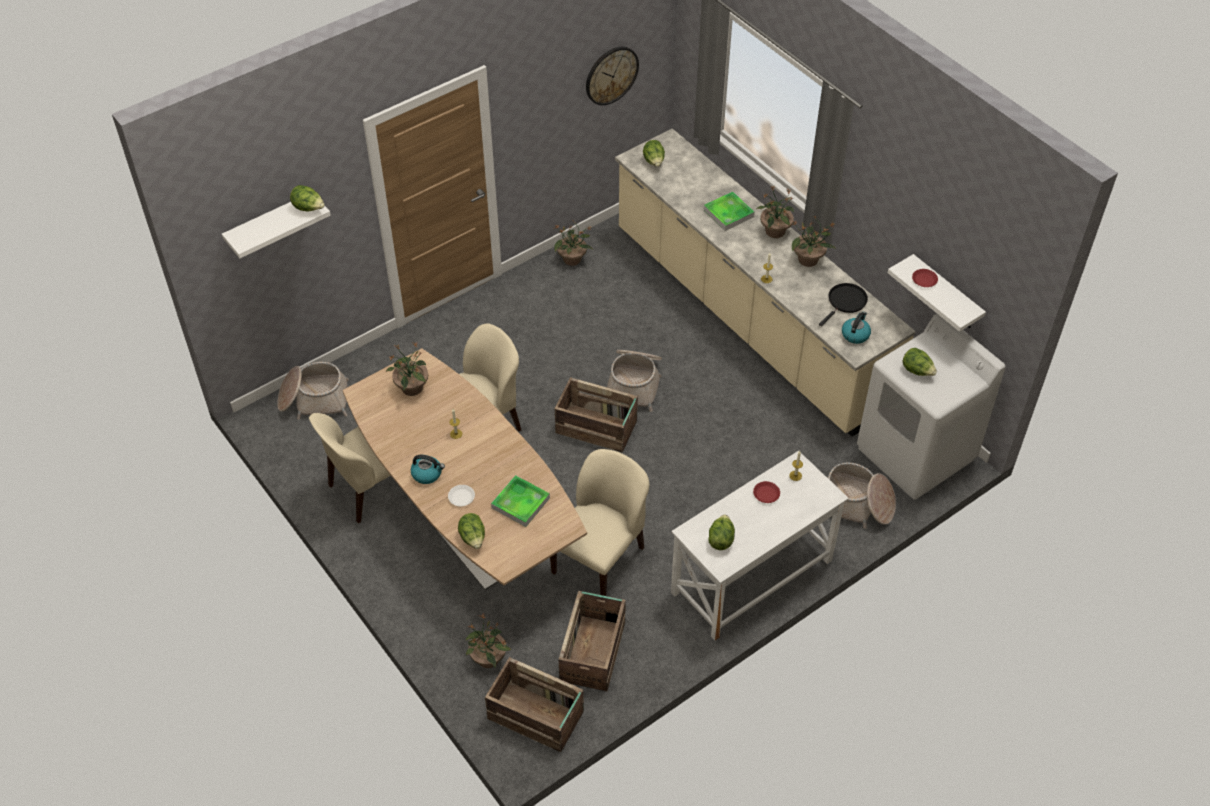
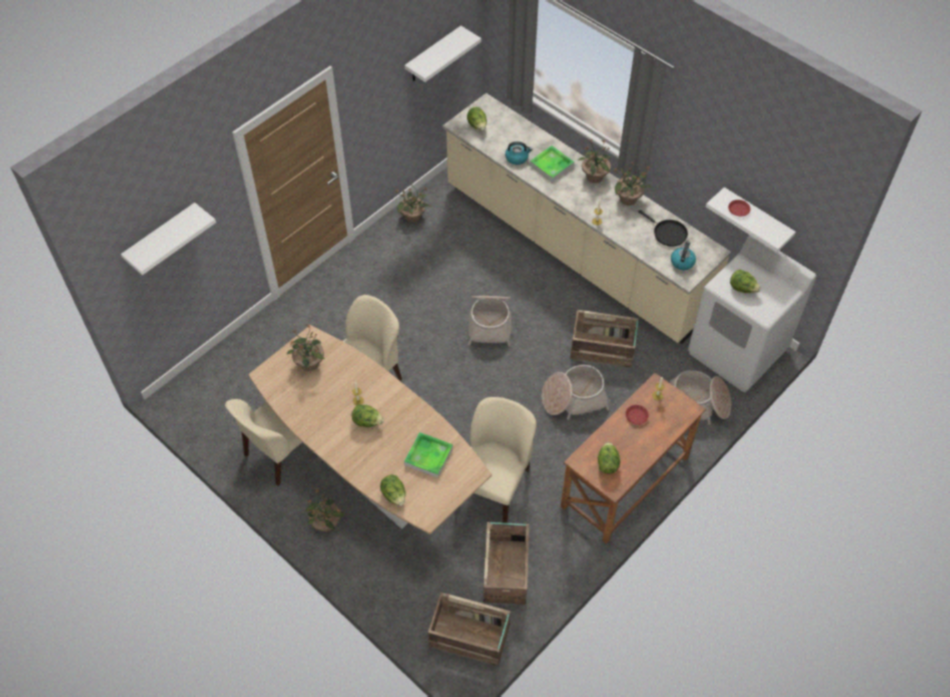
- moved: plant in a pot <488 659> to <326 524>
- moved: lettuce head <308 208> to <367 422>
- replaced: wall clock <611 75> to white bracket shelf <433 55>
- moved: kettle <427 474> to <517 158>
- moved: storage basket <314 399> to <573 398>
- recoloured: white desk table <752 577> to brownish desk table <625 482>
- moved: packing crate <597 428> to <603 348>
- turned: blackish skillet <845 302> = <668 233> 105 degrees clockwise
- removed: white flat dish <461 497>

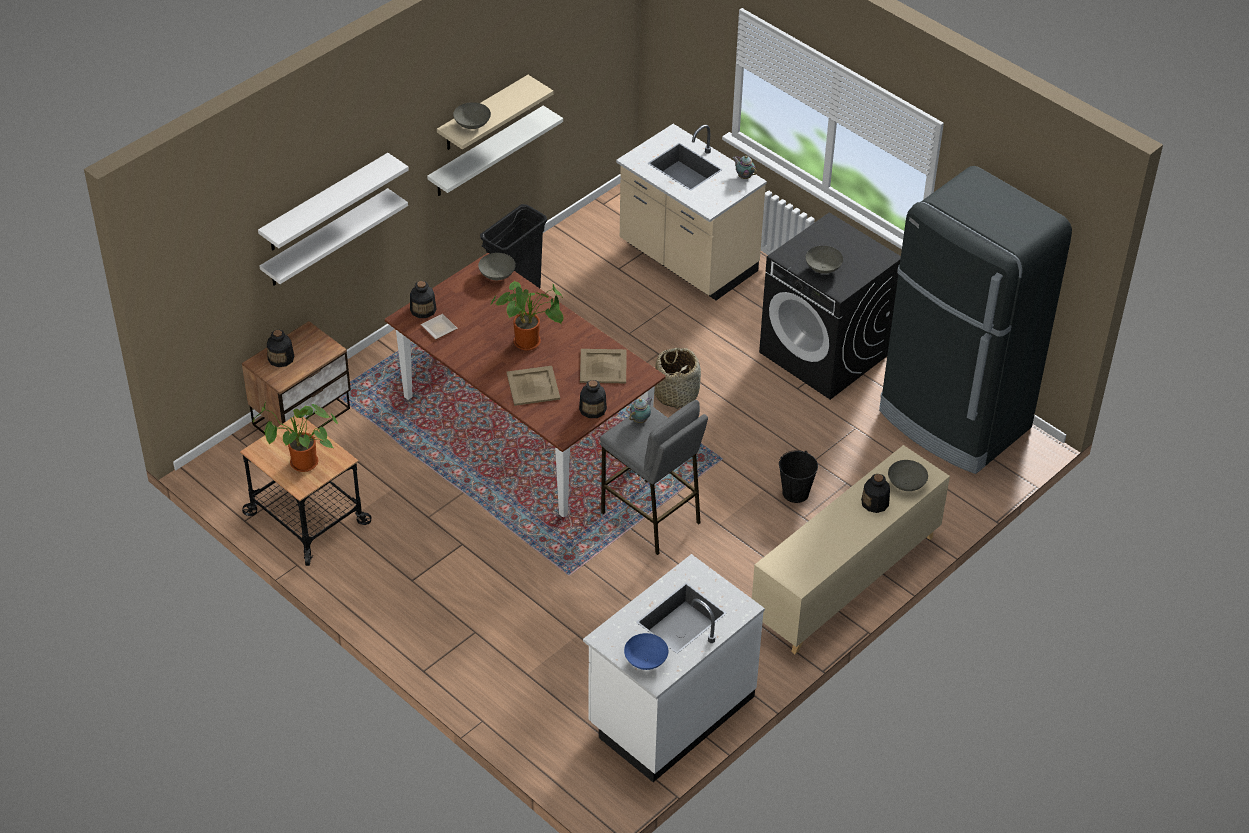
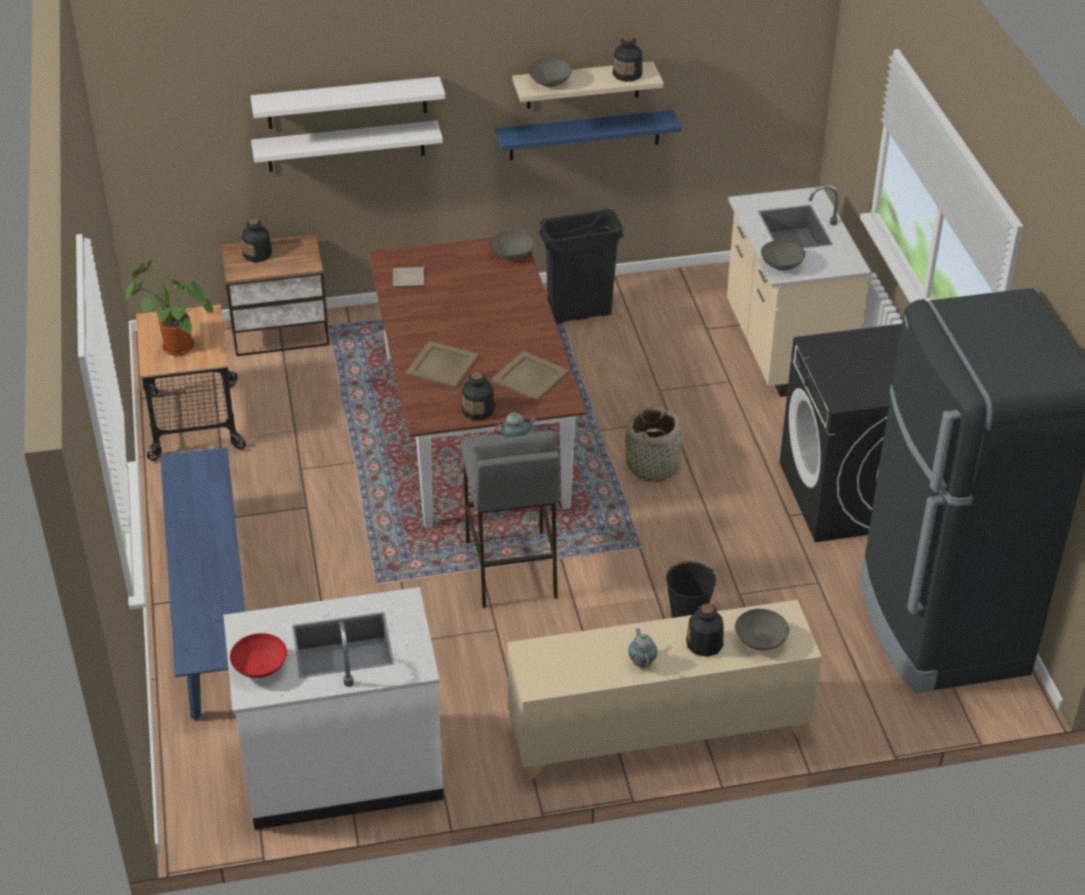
- added: bluish indoor bench <212 610>
- recoloured: bluish serving bowl <645 661> to red-coloured serving bowl <259 668>
- recoloured: white bracket shelf <486 152> to bluish bracket shelf <584 135>
- moved: drink bottle <423 310> to <627 74>
- moved: teapot <744 176> to <642 662>
- moved: greyish serving bowl <822 268> to <781 266>
- removed: plant in a pot <530 342>

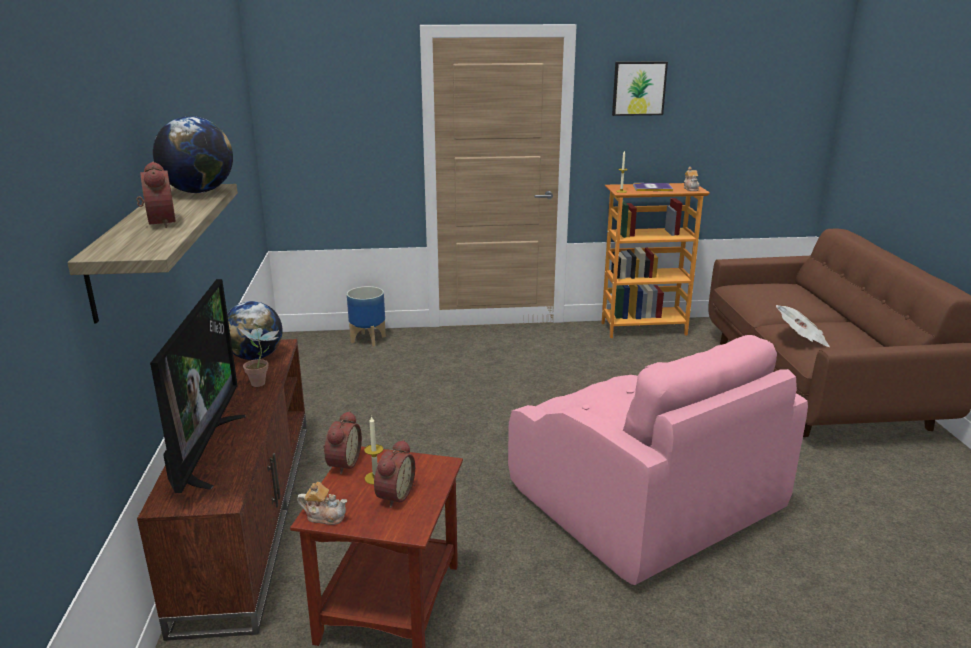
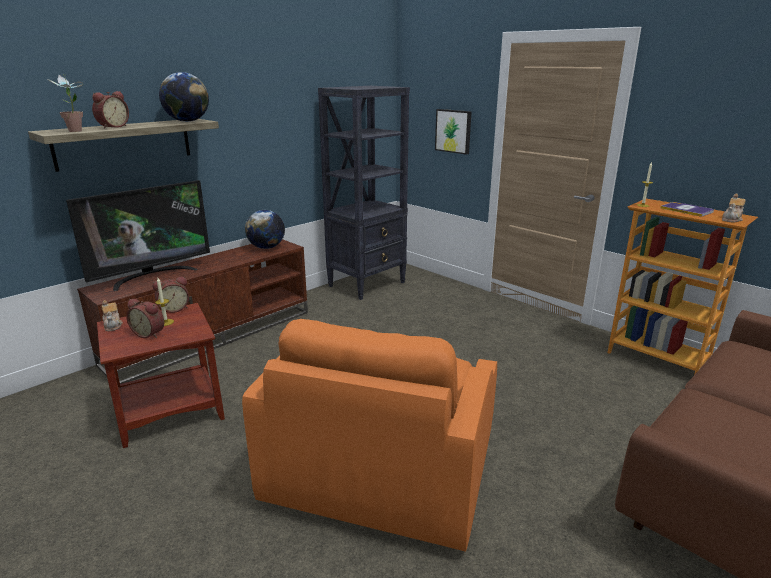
- moved: plant in a pot <263 383> to <76 131>
- turned: alarm clock <393 495> = <150 333> 45 degrees clockwise
- recoloured: pinkish lounge chair <639 500> to orange-coloured lounge chair <385 463>
- added: blackish bookcase <367 284>
- moved: picture <638 88> to <453 131>
- removed: planter <368 339>
- removed: newspaper <801 339>

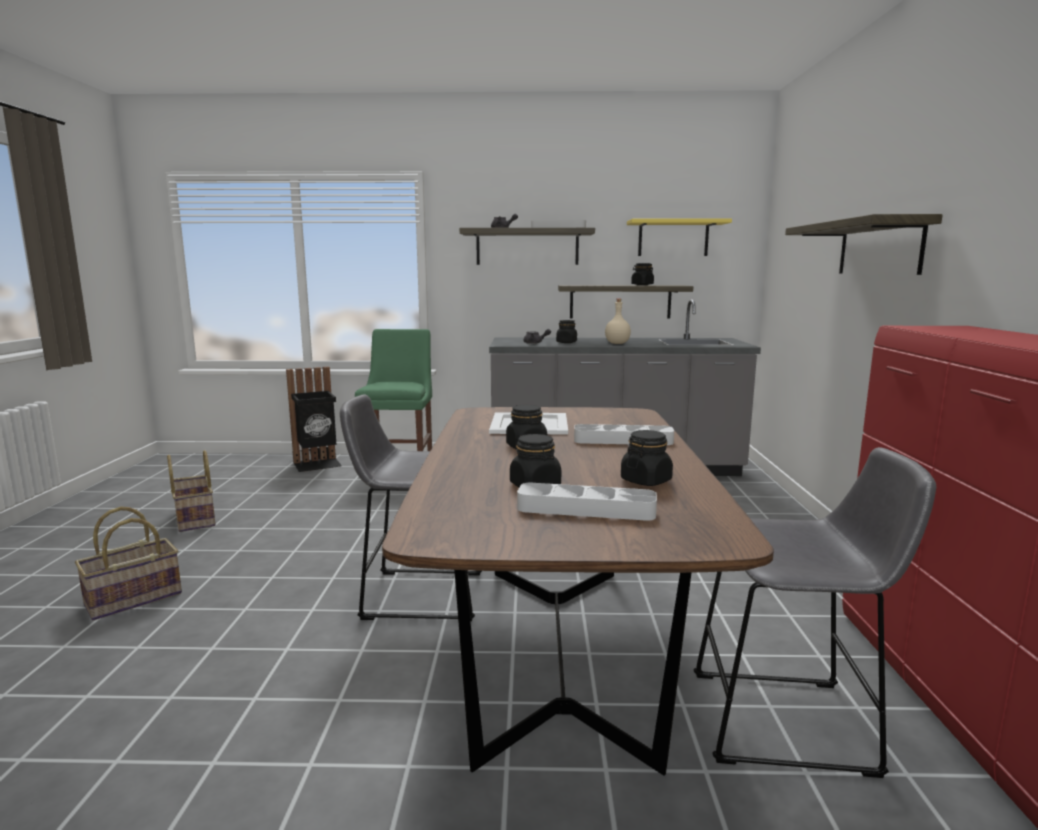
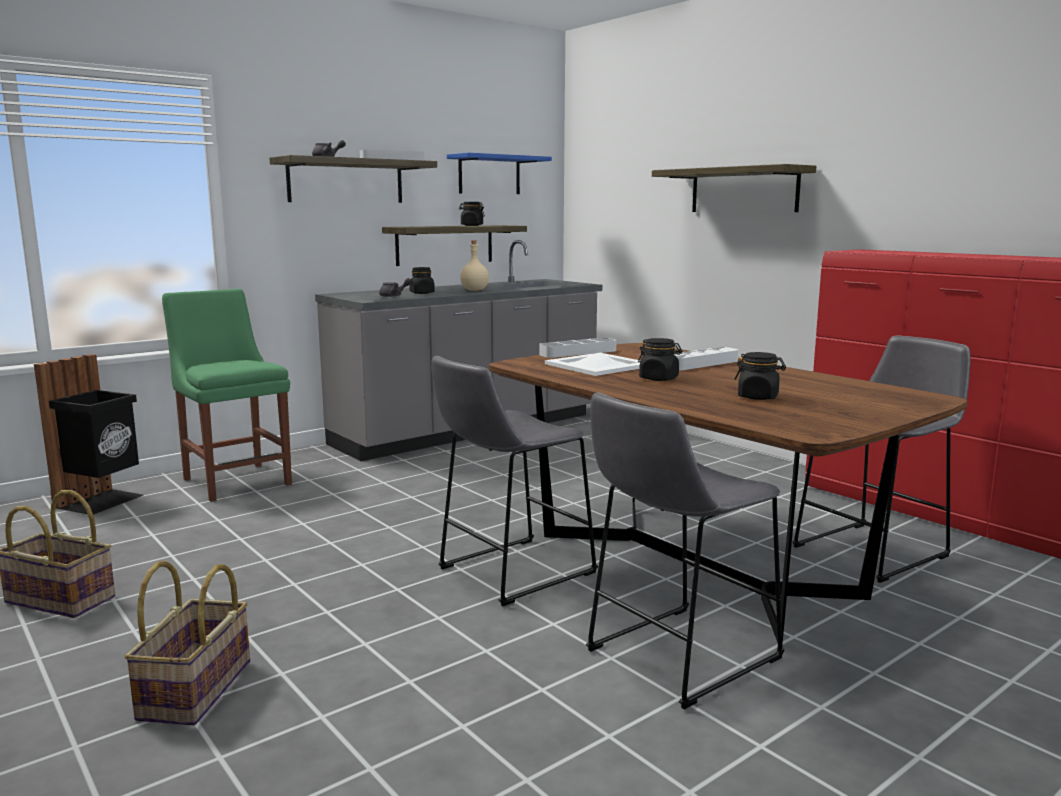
- recoloured: yellow bracket shelf <673 238> to bluish bracket shelf <489 175>
- moved: greyish carrying tray <586 509> to <578 352>
- added: greyish stool <675 657>
- removed: blackish jar <646 480>

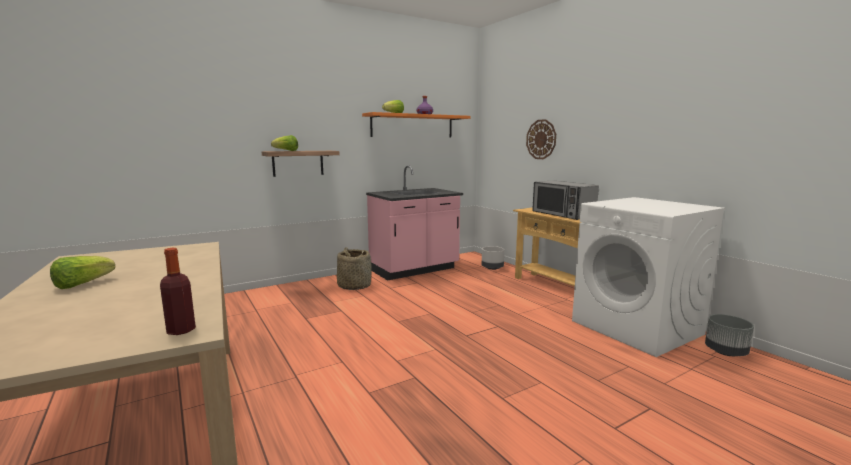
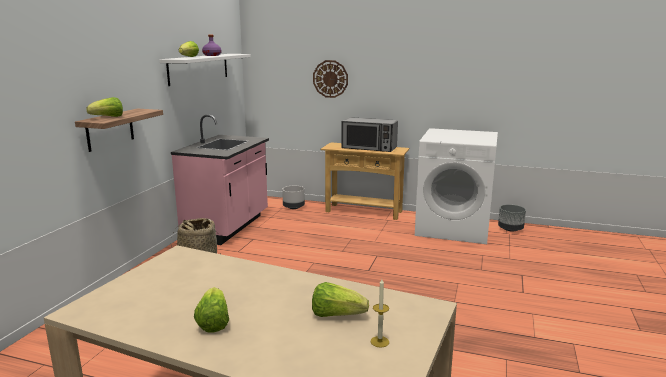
- recoloured: orange-coloured bracket shelf <412 126> to white bracket shelf <199 68>
- added: lettuce head <336 315>
- added: wax light <379 341>
- removed: drink bottle <181 330>

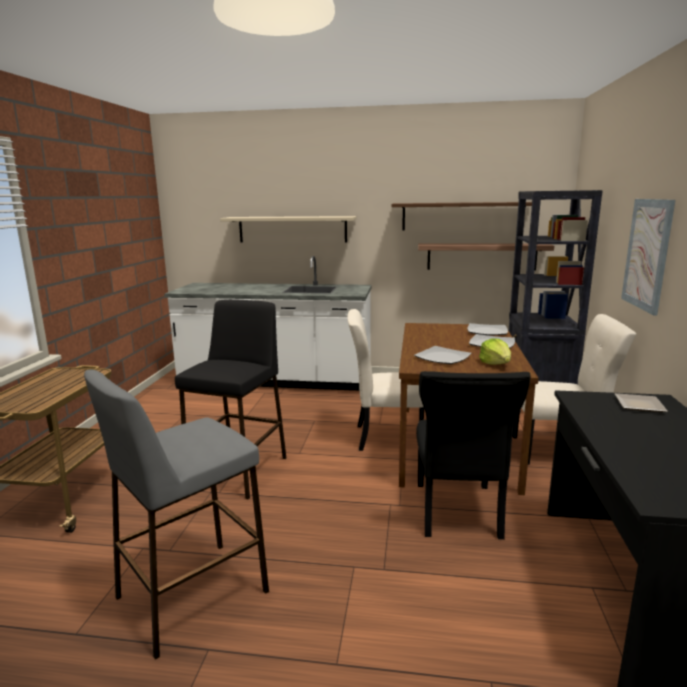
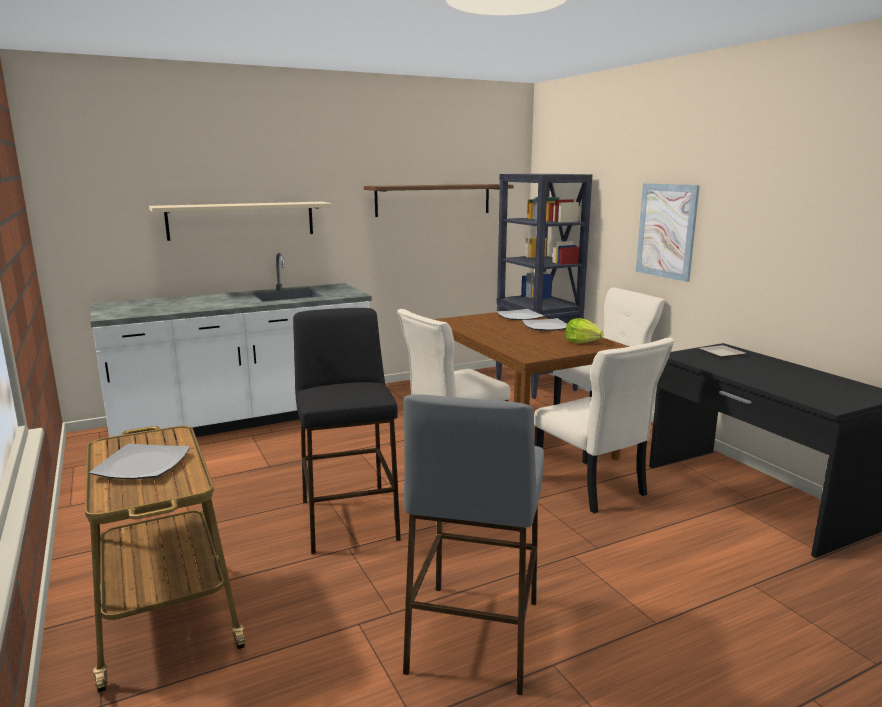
- moved: flat dish <442 357> to <142 464>
- recoloured: blackish plain chair <457 513> to beige plain chair <592 488>
- removed: bracket shelf <481 256>

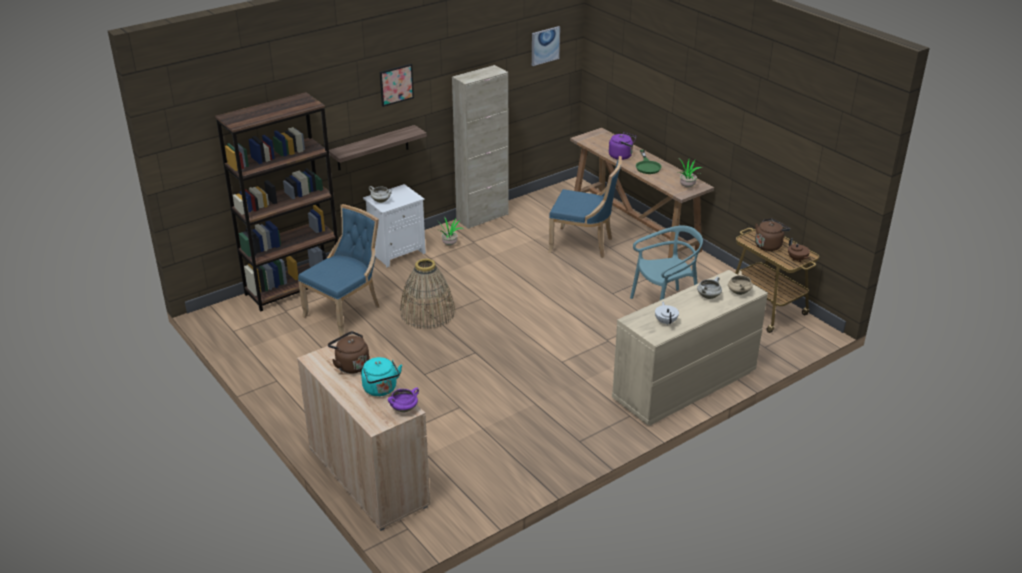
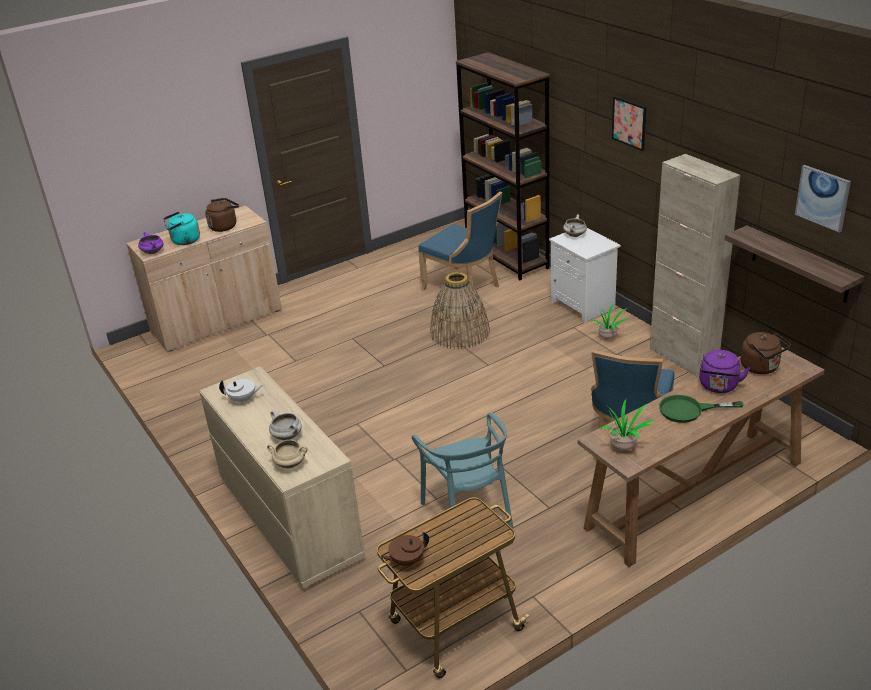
- moved: bracket shelf <373 148> to <800 264>
- moved: brownish kettle <769 245> to <761 367>

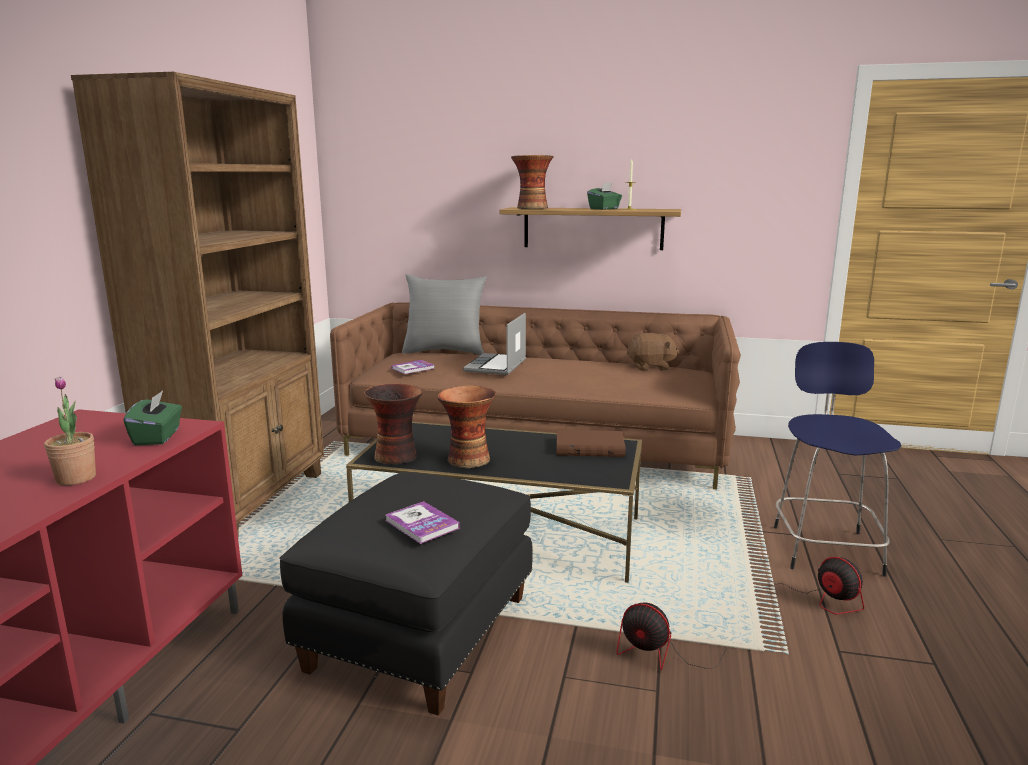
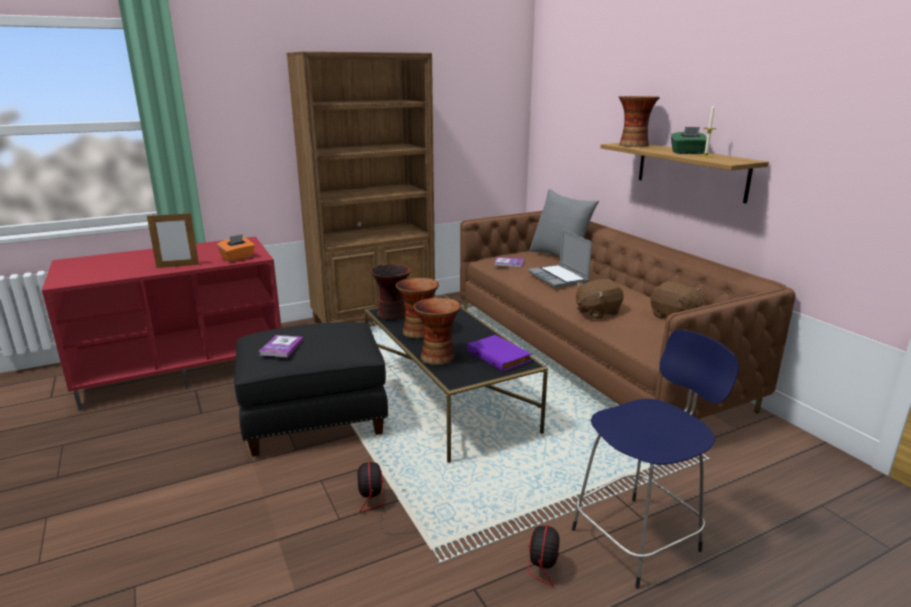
- replaced: plant in a pot <76 478> to picture frame <178 266>
- recoloured: green tissue holder <157 437> to orange-coloured tissue holder <238 258>
- added: vase <437 357>
- recoloured: brownish book <590 447> to purple-coloured book <500 356>
- turned: laptop <496 366> = <559 277> 90 degrees counterclockwise
- added: brownish cuddly toy <596 312>

